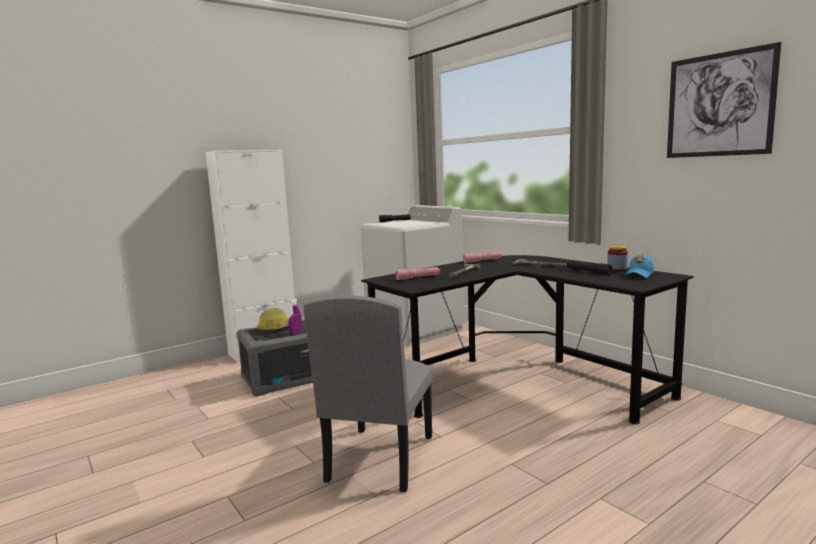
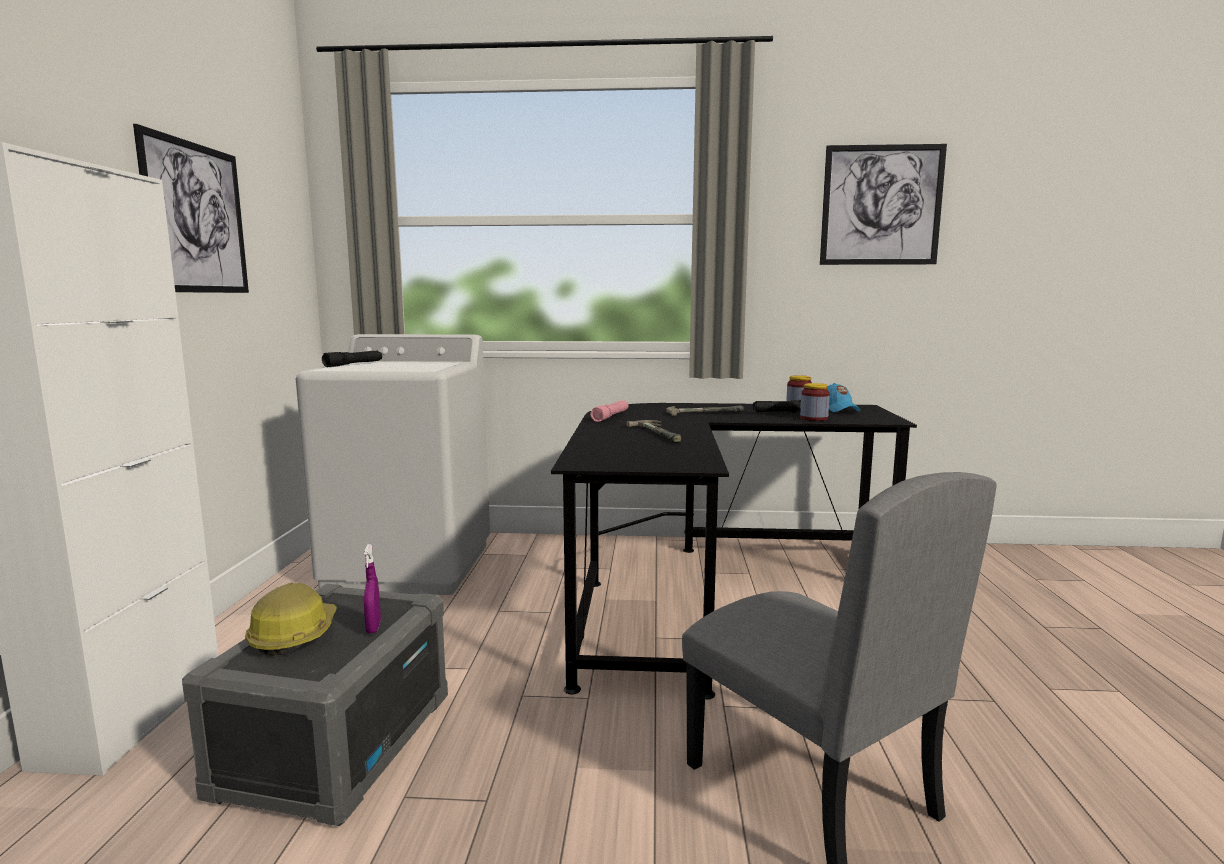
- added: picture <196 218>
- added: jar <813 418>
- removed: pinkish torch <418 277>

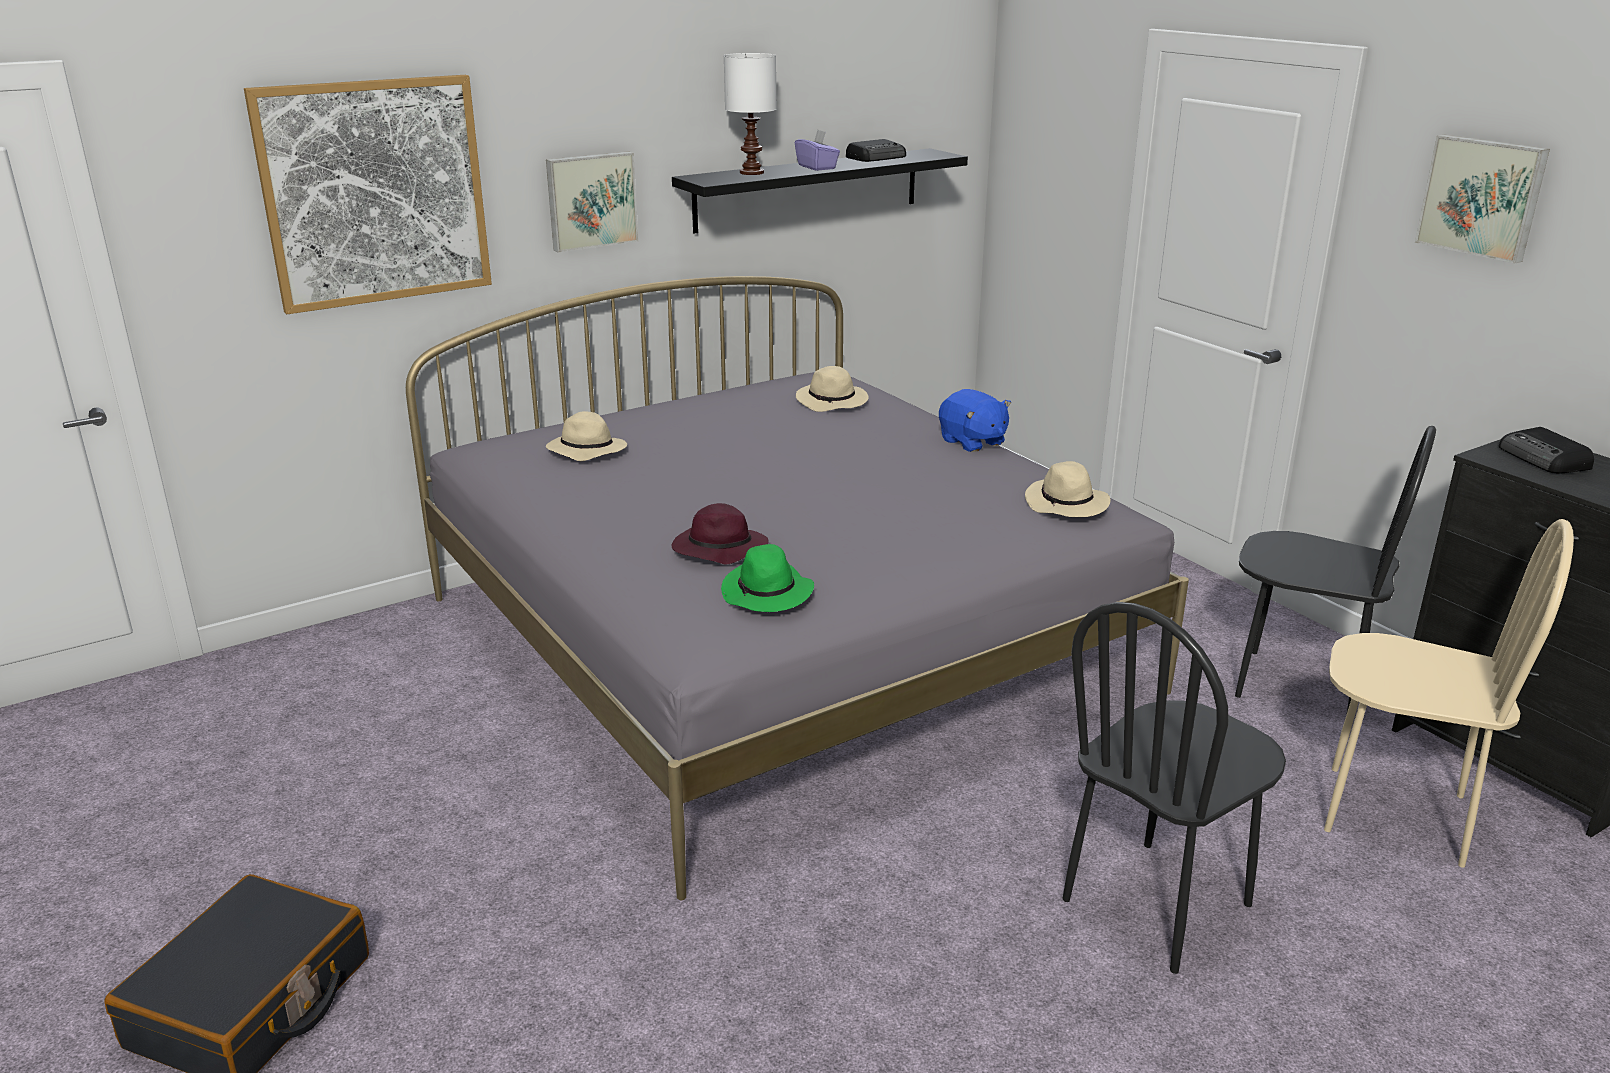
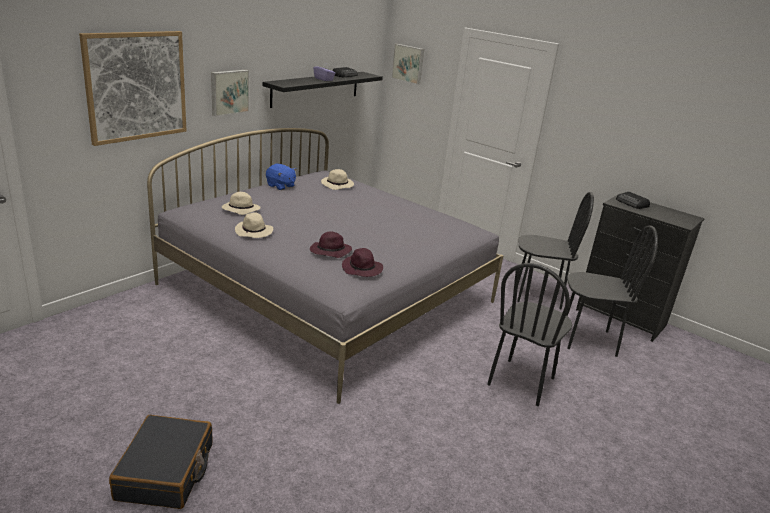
- moved: beige clothing hat <1067 504> to <254 232>
- moved: bluish cuddly toy <972 442> to <280 186>
- recoloured: green clothing hat <768 593> to purple-coloured clothing hat <362 269>
- moved: picture <1483 197> to <408 63>
- recoloured: beige plain chair <1395 814> to blackish plain chair <588 340>
- removed: white table lamp <751 173>

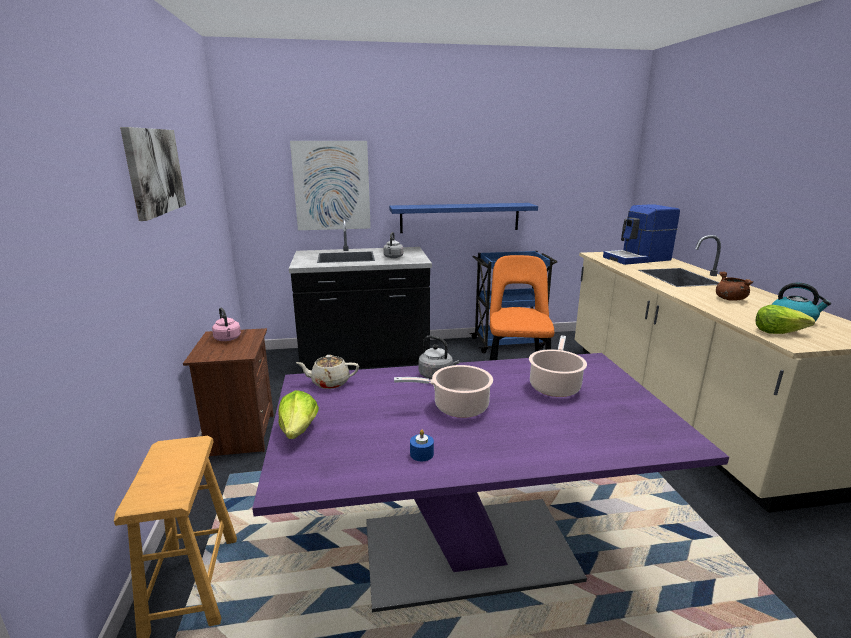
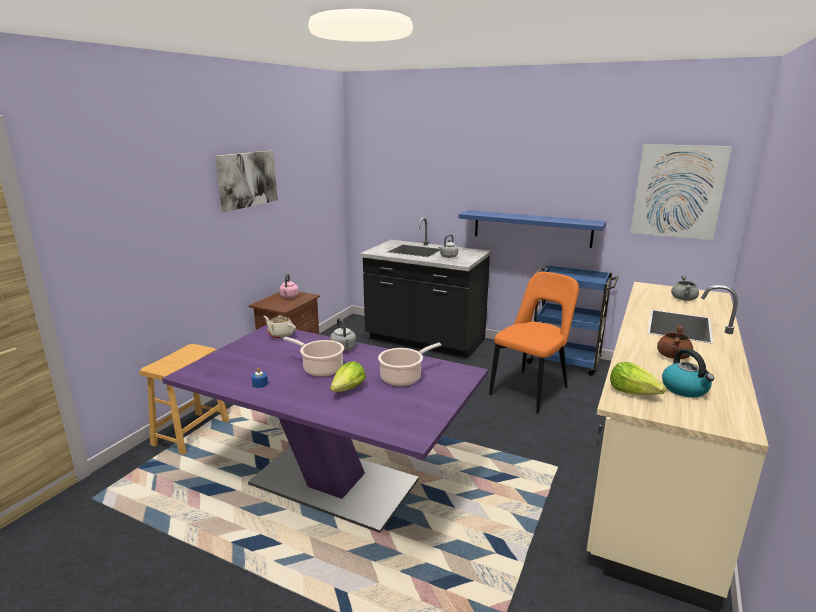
- moved: lettuce head <299 430> to <348 389>
- moved: picture <331 186> to <678 191>
- replaced: coffee maker <638 259> to greyish saucepot <684 299>

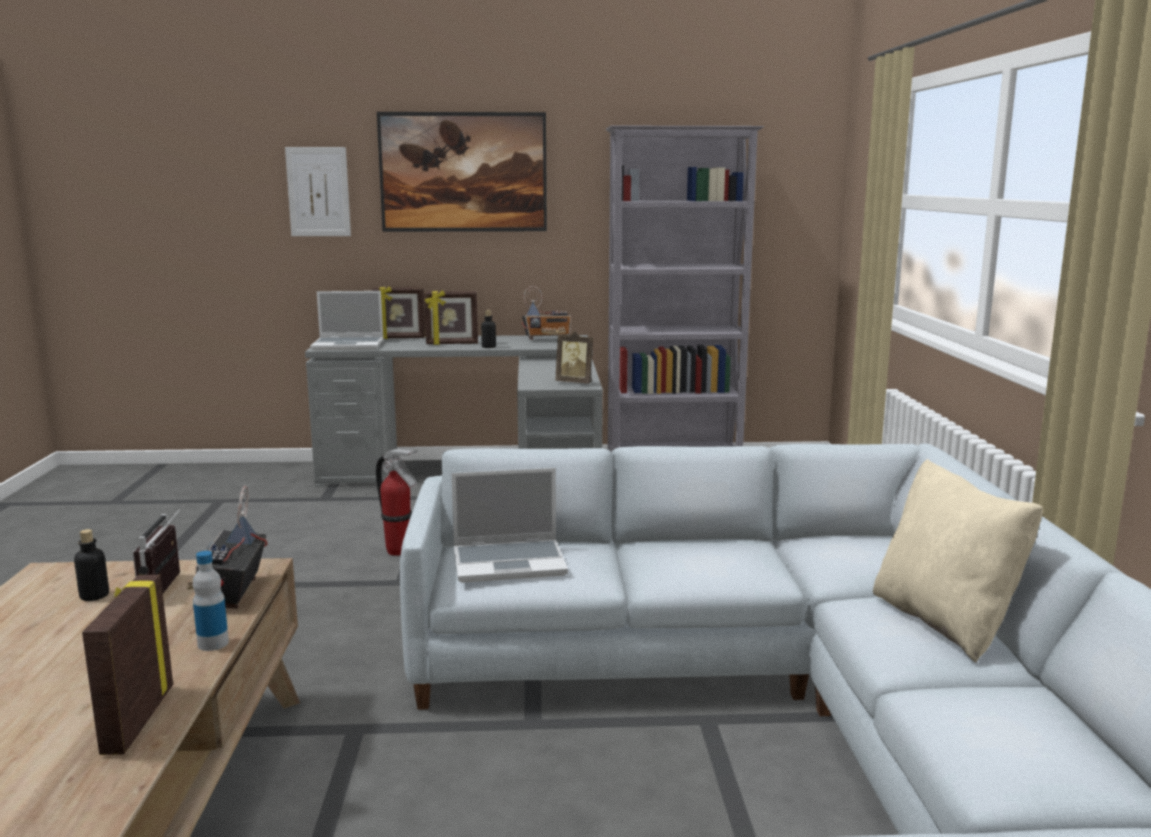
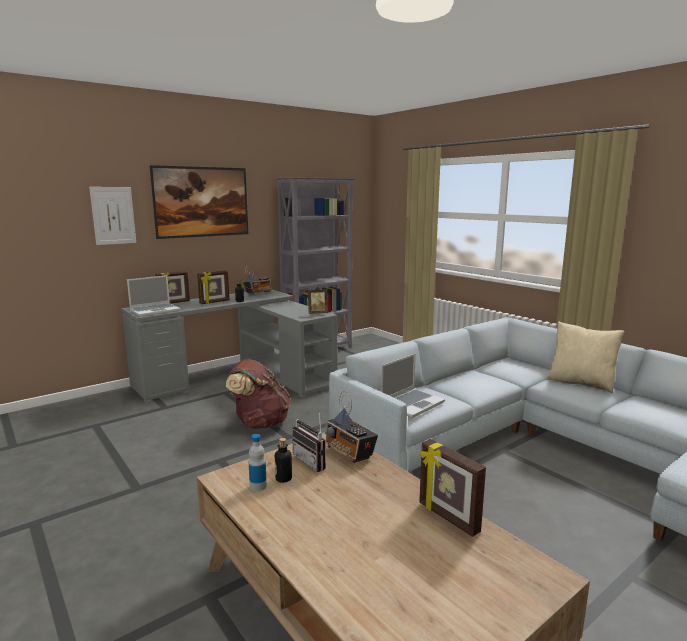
- replaced: fire extinguisher <399 552> to brownish backpack <260 423>
- moved: drink bottle <213 643> to <258 486>

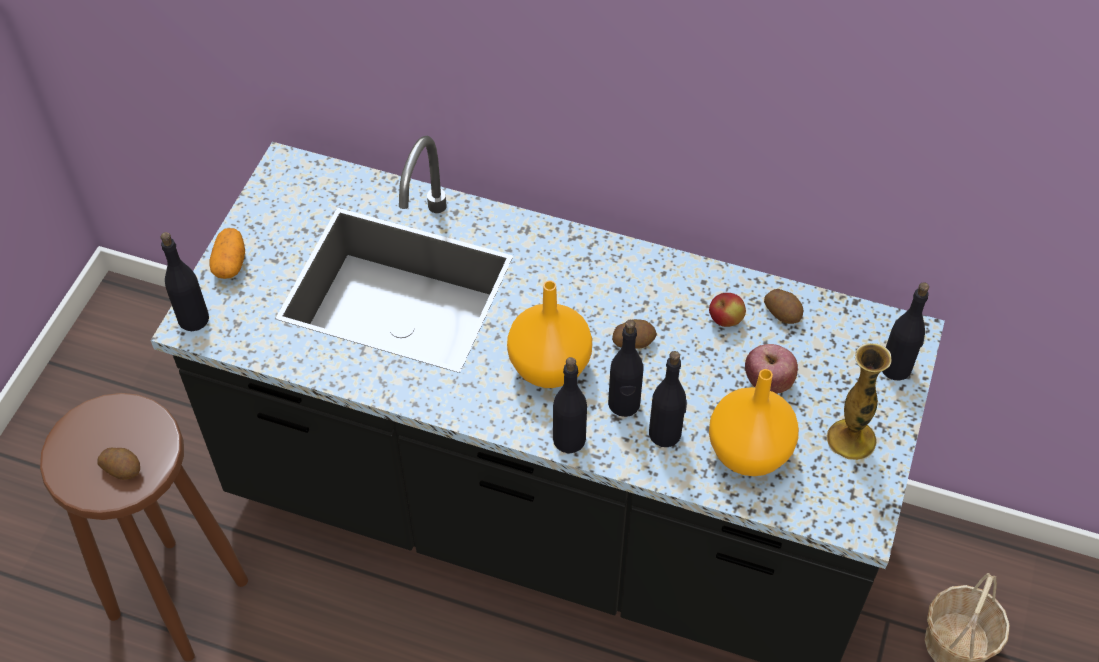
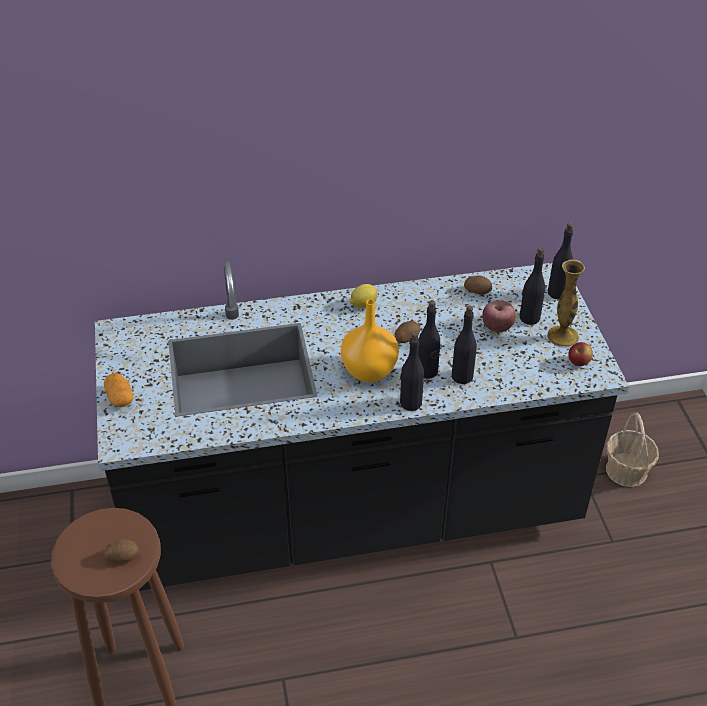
- added: whole lemon <363 305>
- moved: blackish drink bottle <193 318> to <529 318>
- moved: whole apple <725 320> to <578 362>
- removed: orange-coloured vase <748 451>

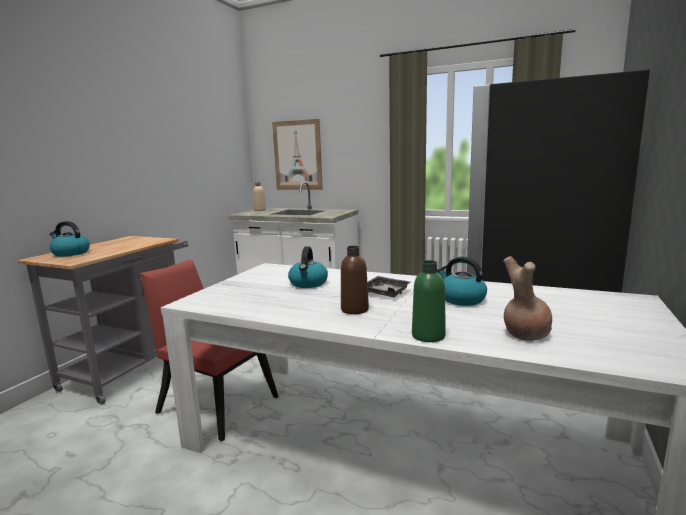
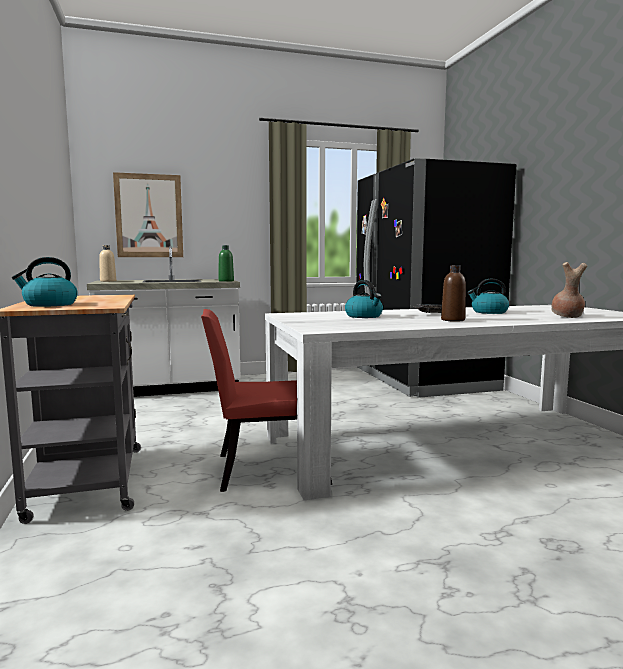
- moved: green drink bottle <428 336> to <226 281>

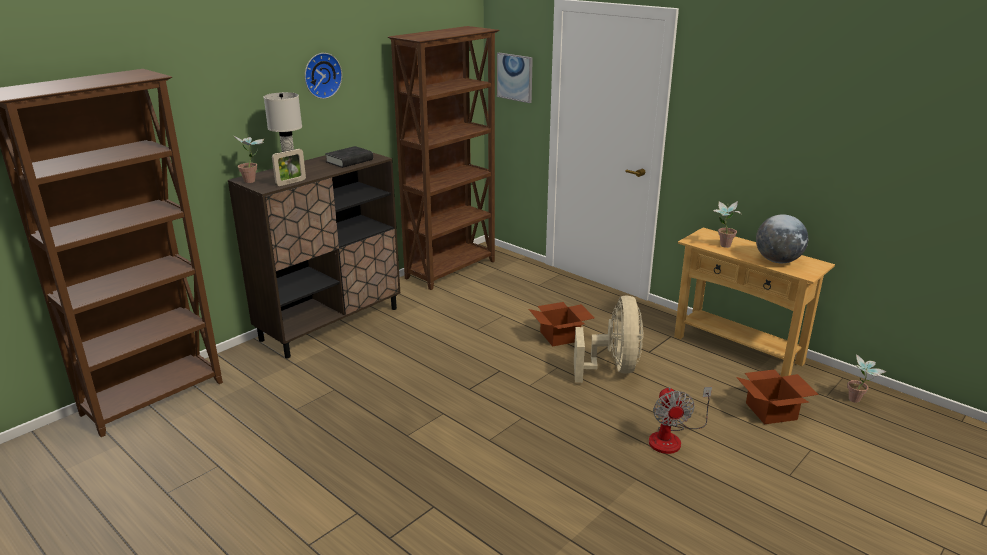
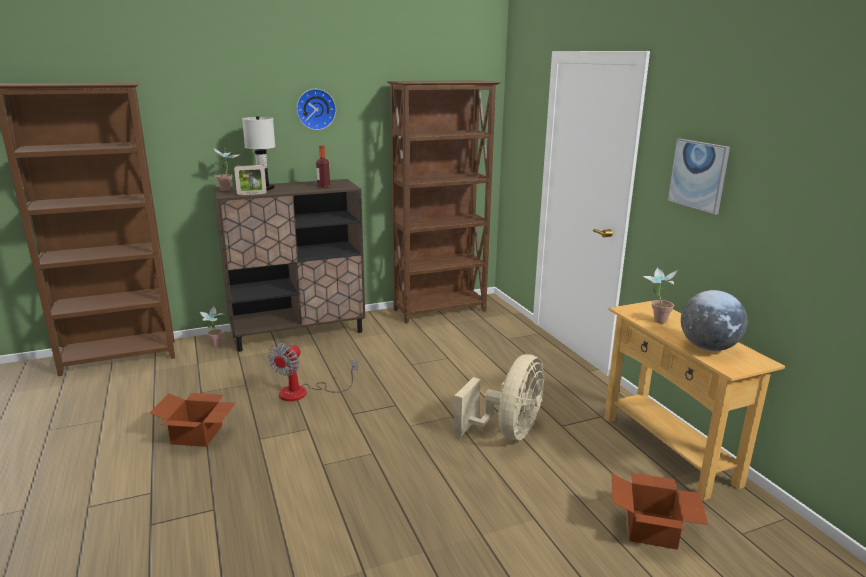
- moved: packing box <561 336> to <198 435>
- moved: plant in a pot <857 401> to <215 345>
- moved: cooling fan <672 438> to <303 392>
- replaced: blackish book <349 161> to drink bottle <323 186>
- moved: picture <515 77> to <698 175>

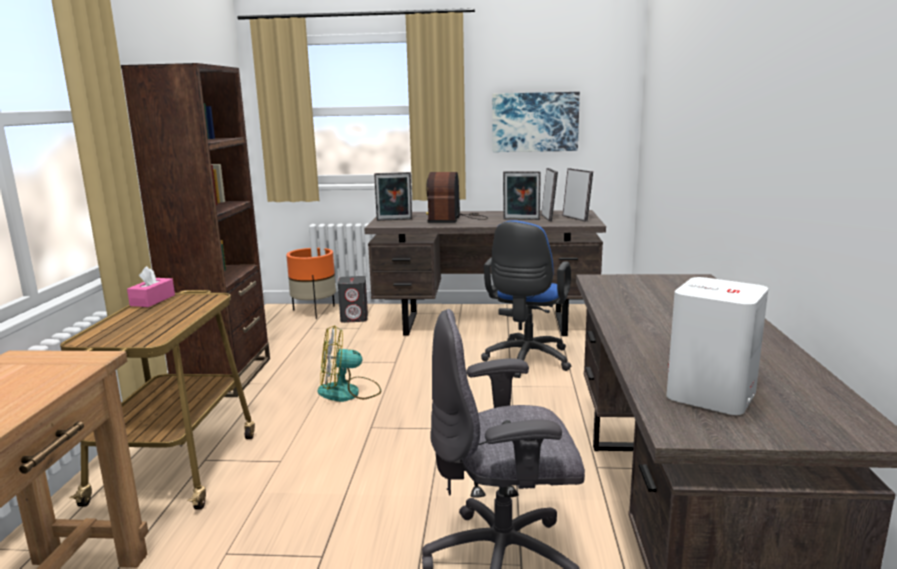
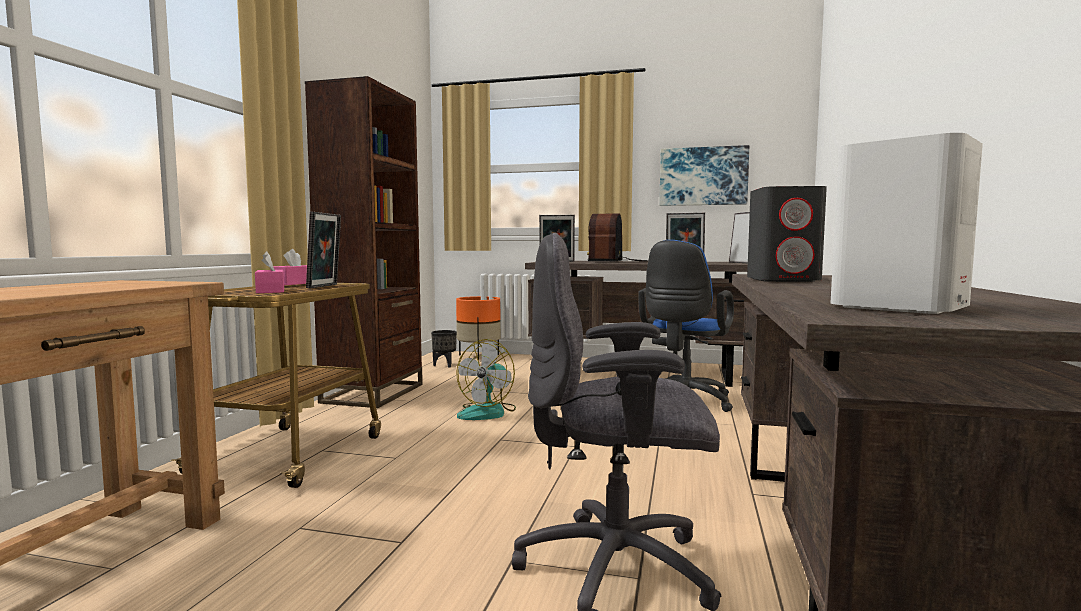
- added: pinkish tissue holder <270 291>
- moved: picture frame <548 218> to <325 286>
- added: blackish planter <445 365>
- turned: cooling fan <349 392> = <488 412> 60 degrees counterclockwise
- moved: greyish speaker <354 318> to <783 280>

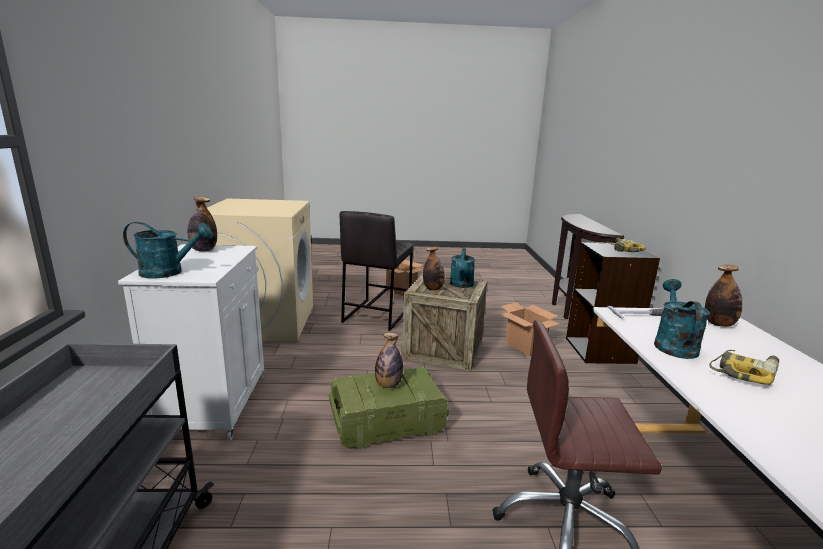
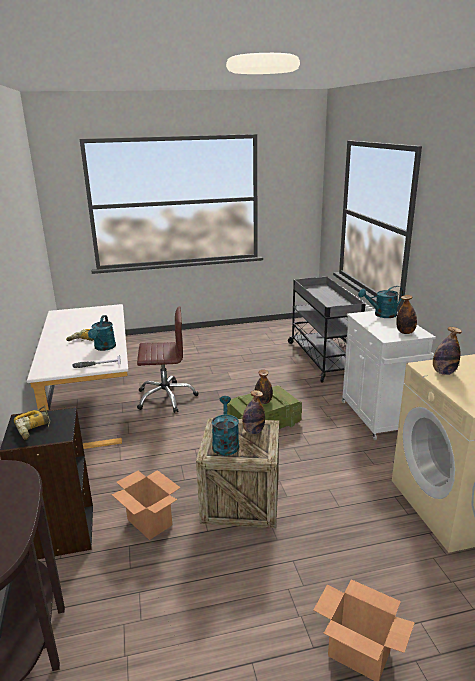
- moved: drink bottle <719 324> to <443 372>
- removed: greyish stool <376 314>

